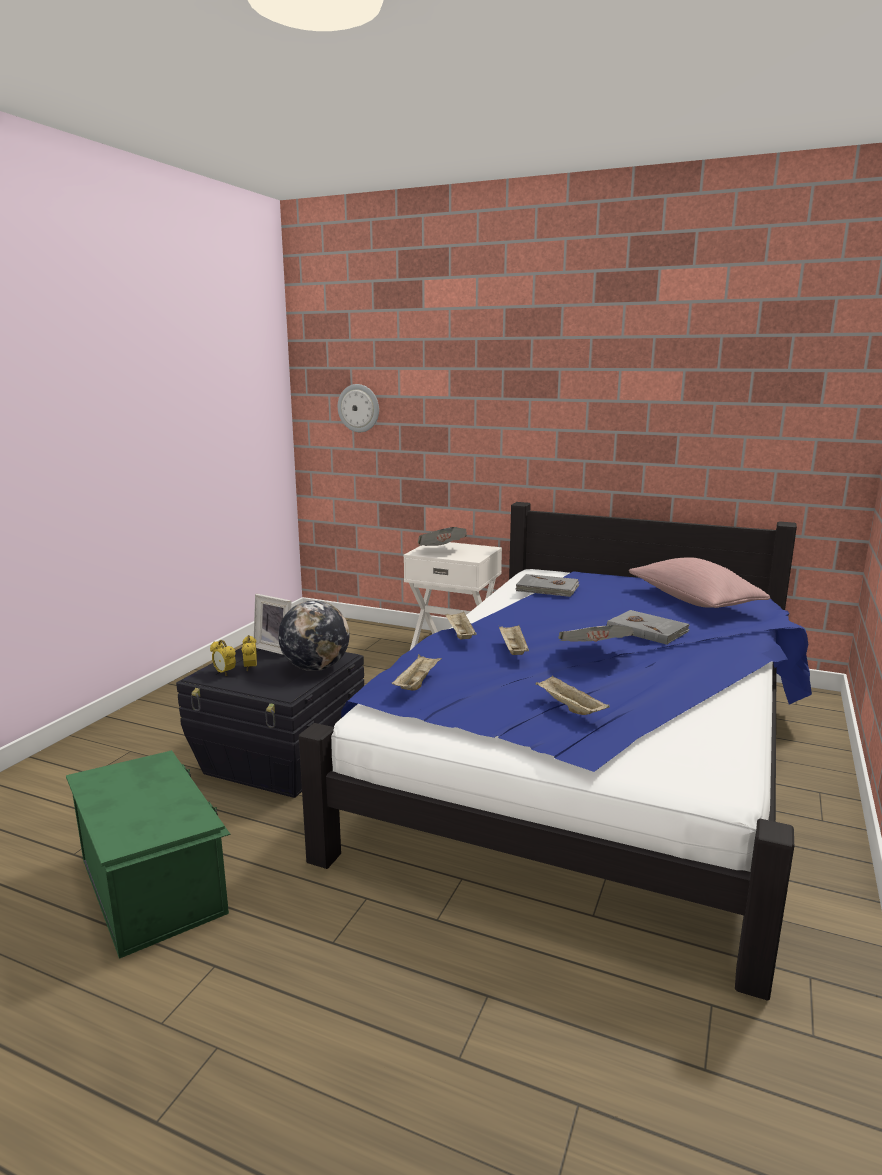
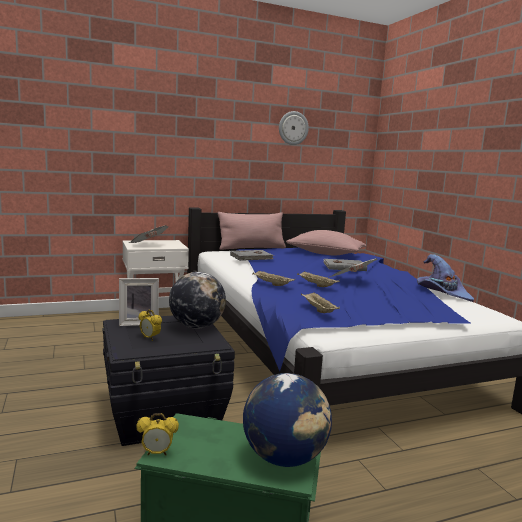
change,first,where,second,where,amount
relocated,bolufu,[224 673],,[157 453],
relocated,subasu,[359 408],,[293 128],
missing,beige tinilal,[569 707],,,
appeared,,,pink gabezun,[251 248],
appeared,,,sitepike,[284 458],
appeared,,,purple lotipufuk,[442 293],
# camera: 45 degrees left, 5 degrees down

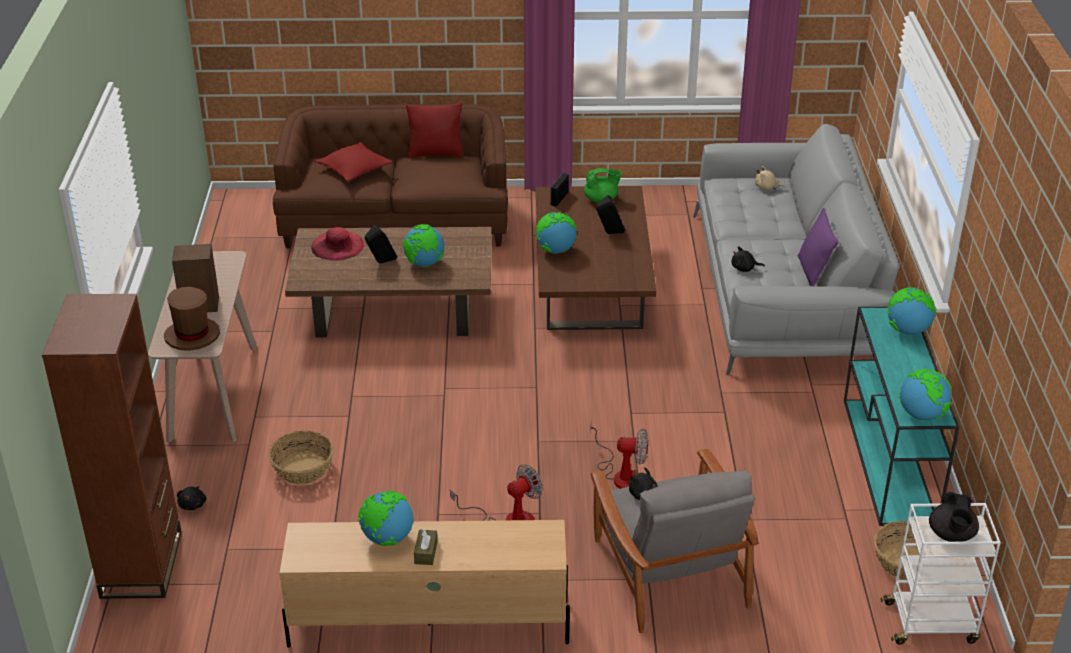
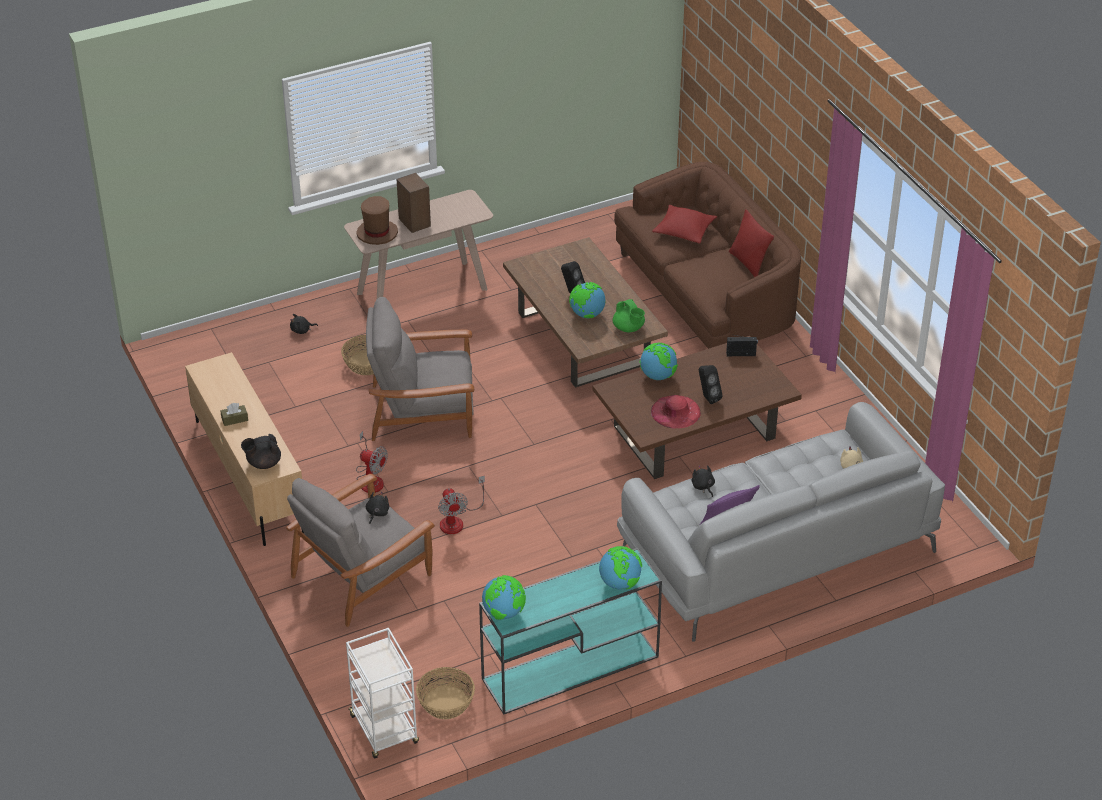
change,first,where,second,where,amount
missing,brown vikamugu,[141 564],,,
relocated,red lotipufuk,[337 245],,[675 412],
missing,sitepike,[387 539],,,
relocated,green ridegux,[601 199],,[628 328],
relocated,black ridegux,[951 535],,[263 463],
appeared,,,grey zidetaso,[423 411],
# camera: 65 degrees right, 5 degrees up

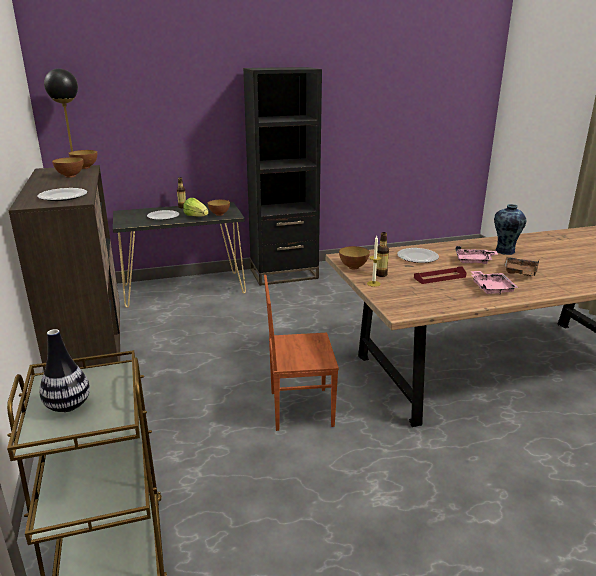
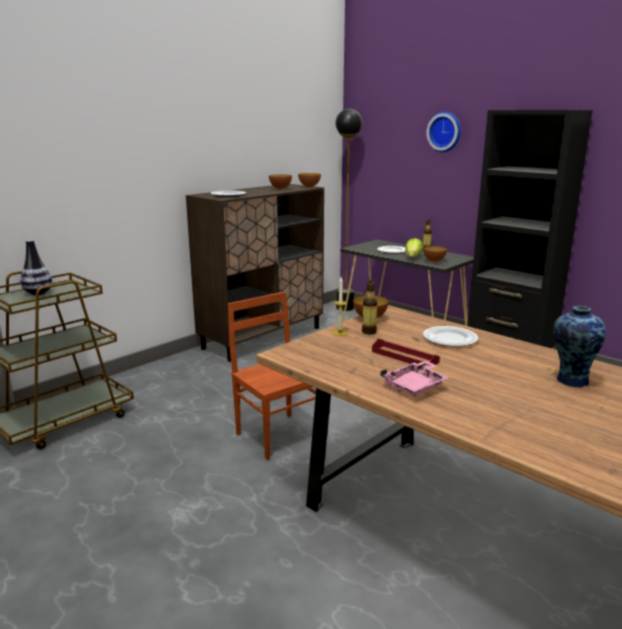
change,first,where,second,where,amount
missing,pink tinilal,[474 261],,,
missing,brown tinilal,[520 272],,,
appeared,,,subasu,[445 132],
# camera: 60 degrees right, 5 degrees down

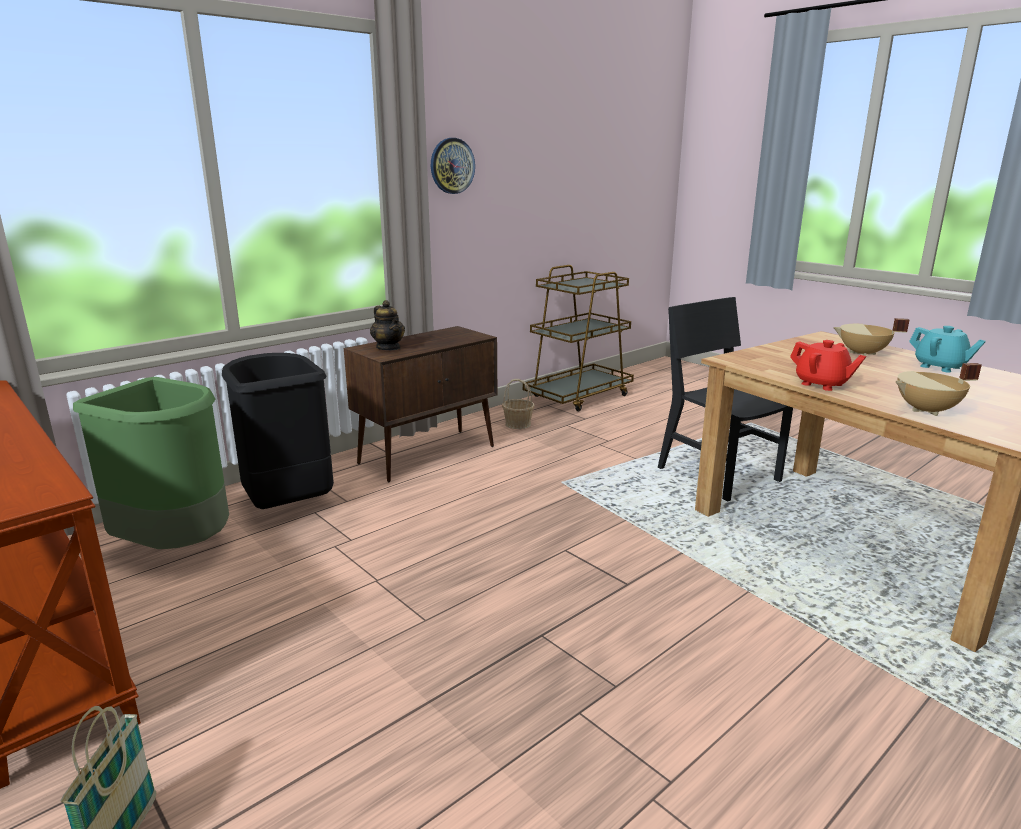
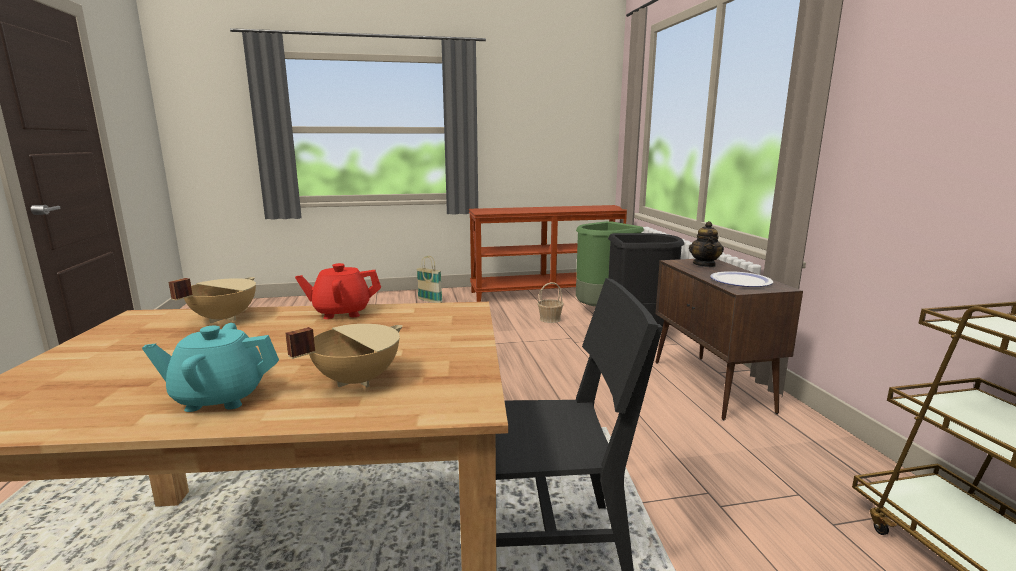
change,first,where,second,where,amount
spun,ridegux,[388 348],,[704 265],75 degrees counterclockwise
missing,subasu,[452 166],,,
relocated,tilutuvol,[518 424],,[550 319],
appeared,,,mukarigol,[740 281],
# camera: 120 degrees right, 5 degrees down

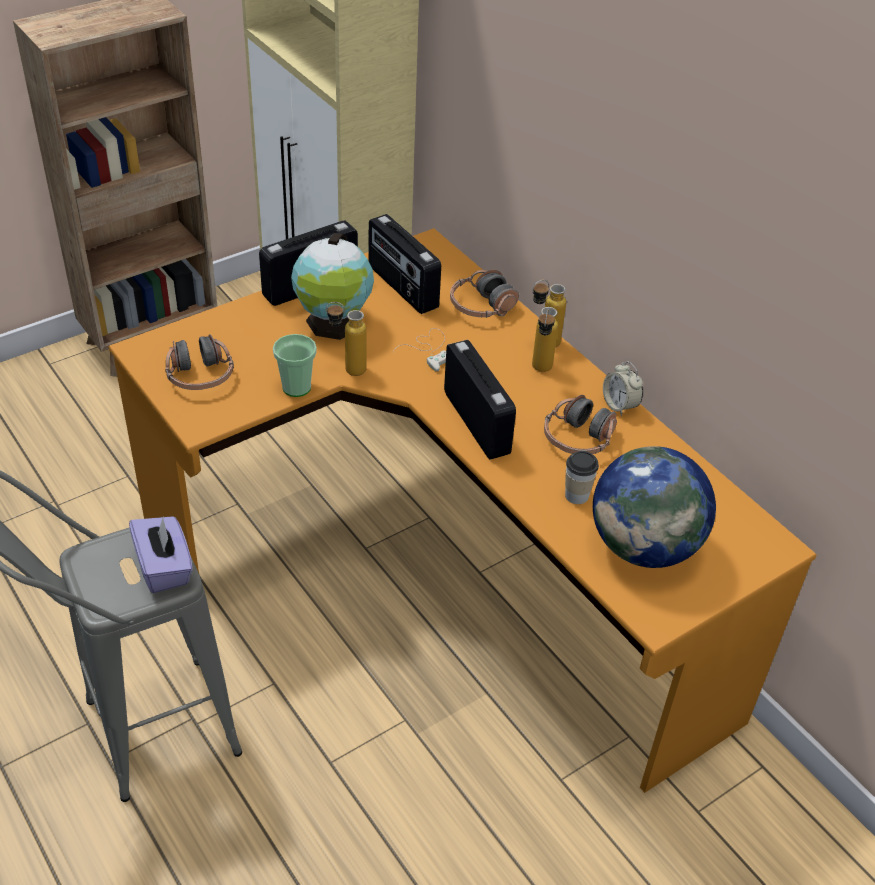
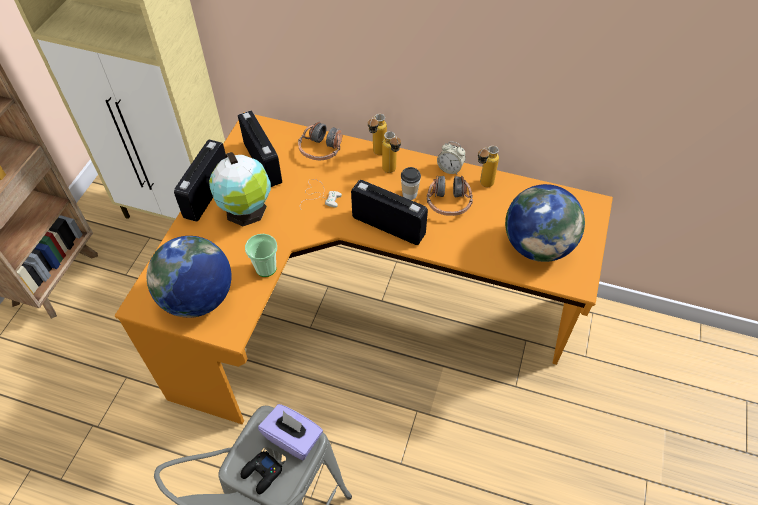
change,first,where,second,where,amount
exchanged,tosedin,[200 376],sitepike,[198 298],
relocated,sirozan,[347 370],,[482 185],
spun,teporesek,[402 287],,[263 163],135 degrees counterclockwise
relocated,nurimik,[576 495],,[409 194],
appeared,,,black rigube,[262 474],
# camera: 35 degrees left, 10 degrees up

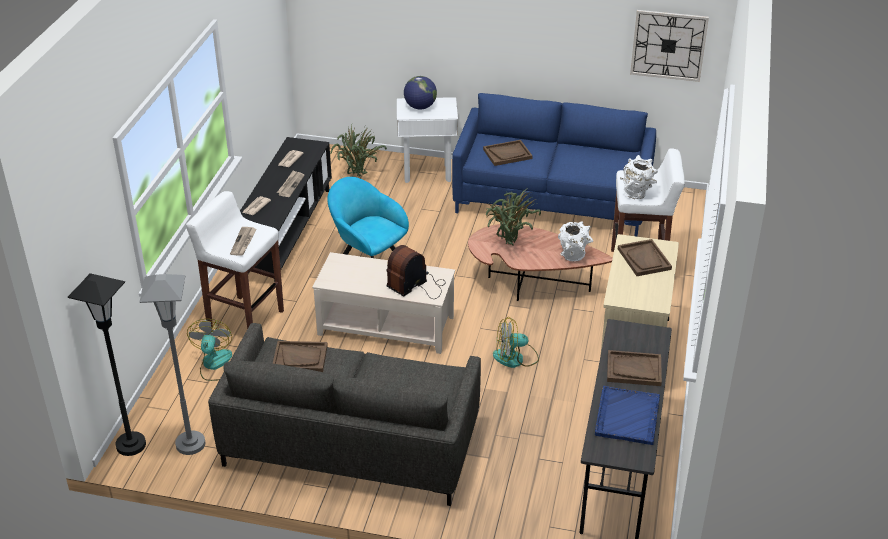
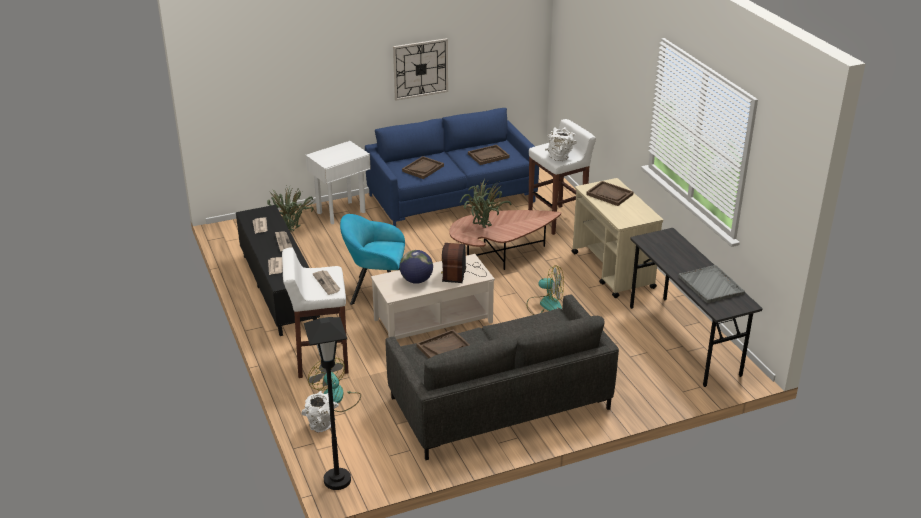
change,first,where,second,where,amount
missing,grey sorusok,[190 444],,,
relocated,sitepike,[420 107],,[416 280],
spun,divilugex,[515 358],,[545 304],120 degrees counterclockwise
relocated,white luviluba,[573 257],,[322 427],
colour,blue tinilal,[627 417],grey tinilal,[711 285],
relocated,brown tinilal,[633 369],,[488 156],
relocated,subasu,[668 45],,[420 69],
# camera: 35 degrees left, 5 degrees down

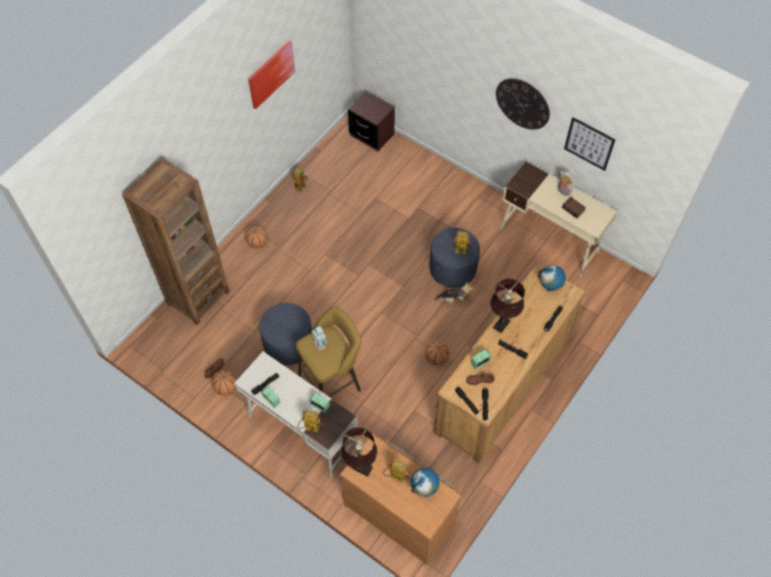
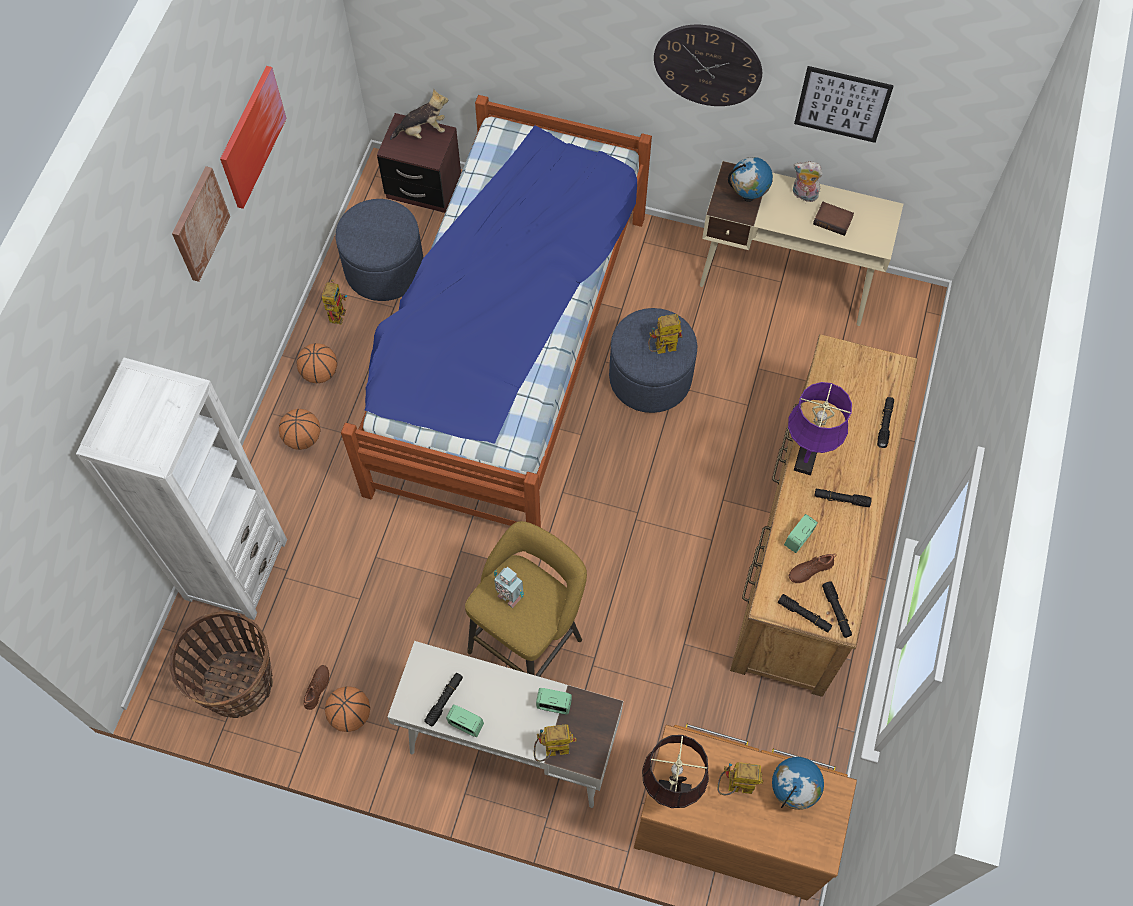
change,first,where,second,where,amount
colour,brown vikamugu,[198 297],white vikamugu,[235 569],
relocated,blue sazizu,[288 343],,[384 268],
relocated,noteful,[436 358],,[320 373],
relocated,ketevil,[454 300],,[422 131],
colour,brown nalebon,[502 323],purple nalebon,[806 457],
relocated,sitepike,[549 287],,[748 196],
appeared,,,tilutuvol,[238 683],
appeared,,,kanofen,[198 224],
appeared,,,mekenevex,[507 350],
# camera: 20 degrees left, 5 degrees up

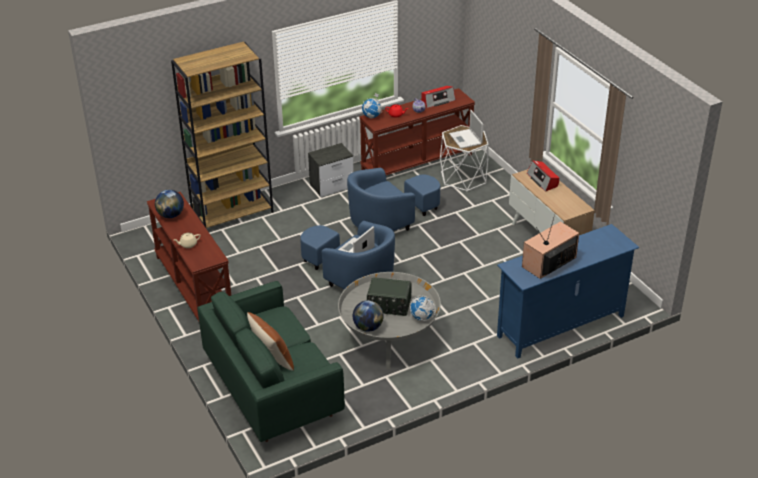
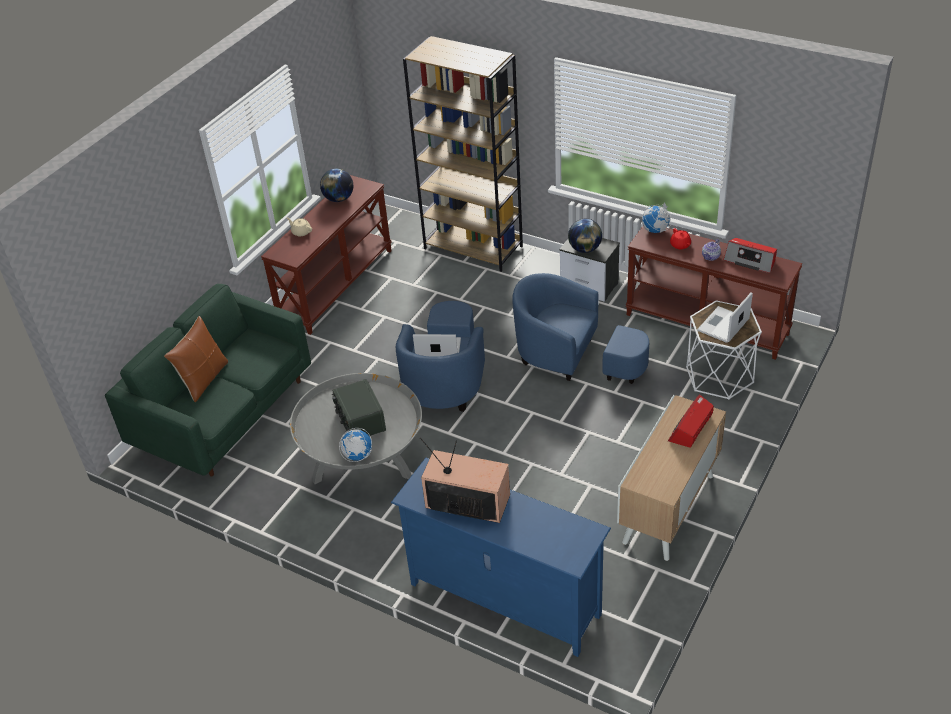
change,first,where,second,where,amount
relocated,sitepike,[368 327],,[585 249],
# camera: 60 degrees right, 5 degrees up

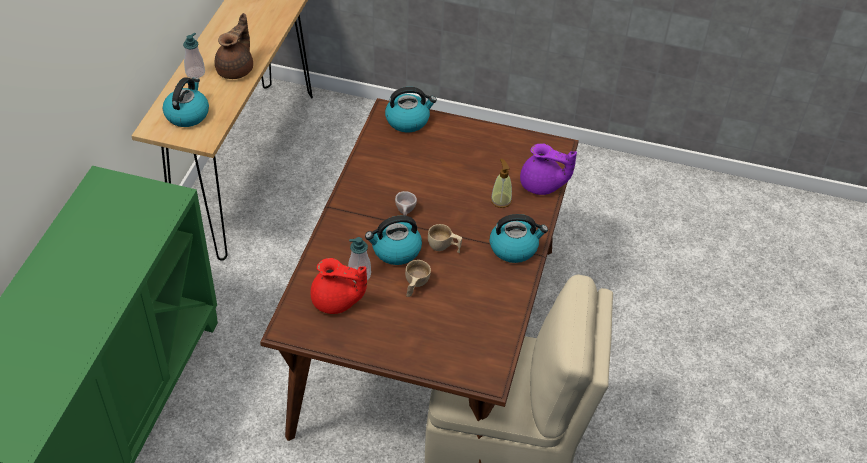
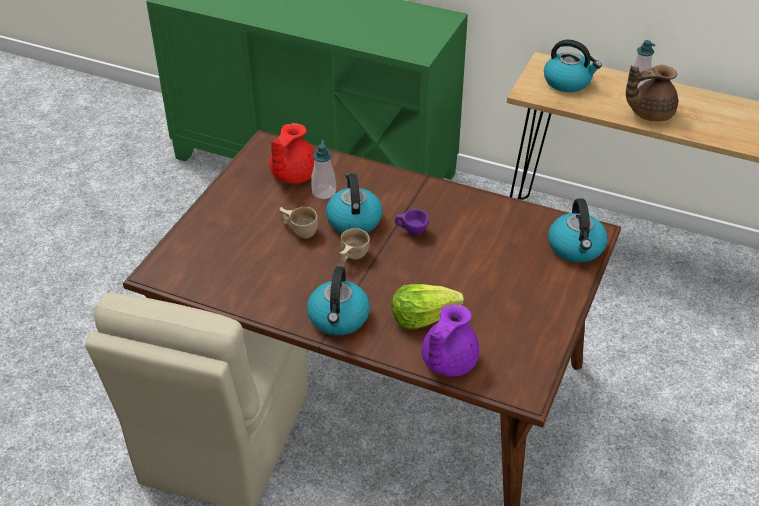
change,first,where,second,where,amount
spun,brown ridegux,[236 69],,[649 113],135 degrees clockwise
colour,beige nurimik,[405 213],purple nurimik,[411 232],
exchanged,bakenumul,[501 200],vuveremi,[423 317],
# camera: 100 degrees right, 5 degrees down

